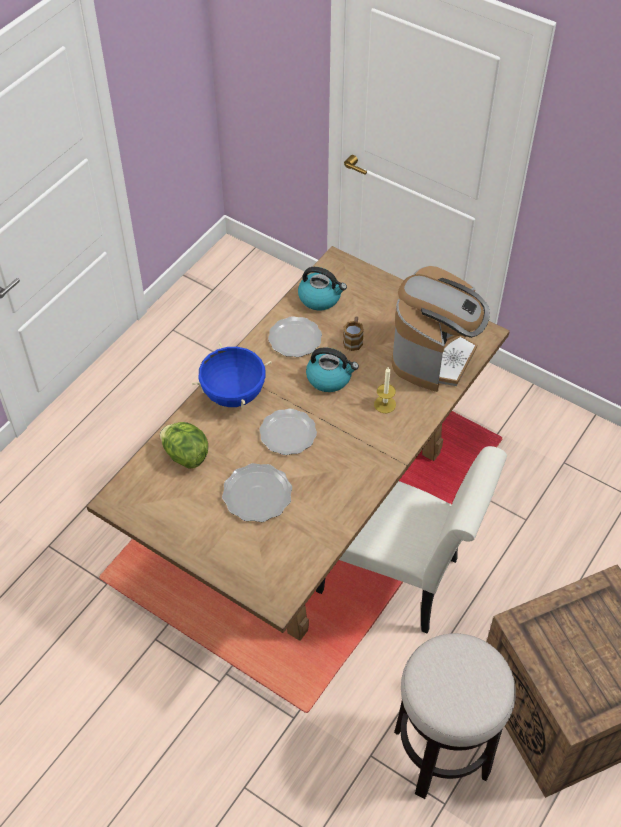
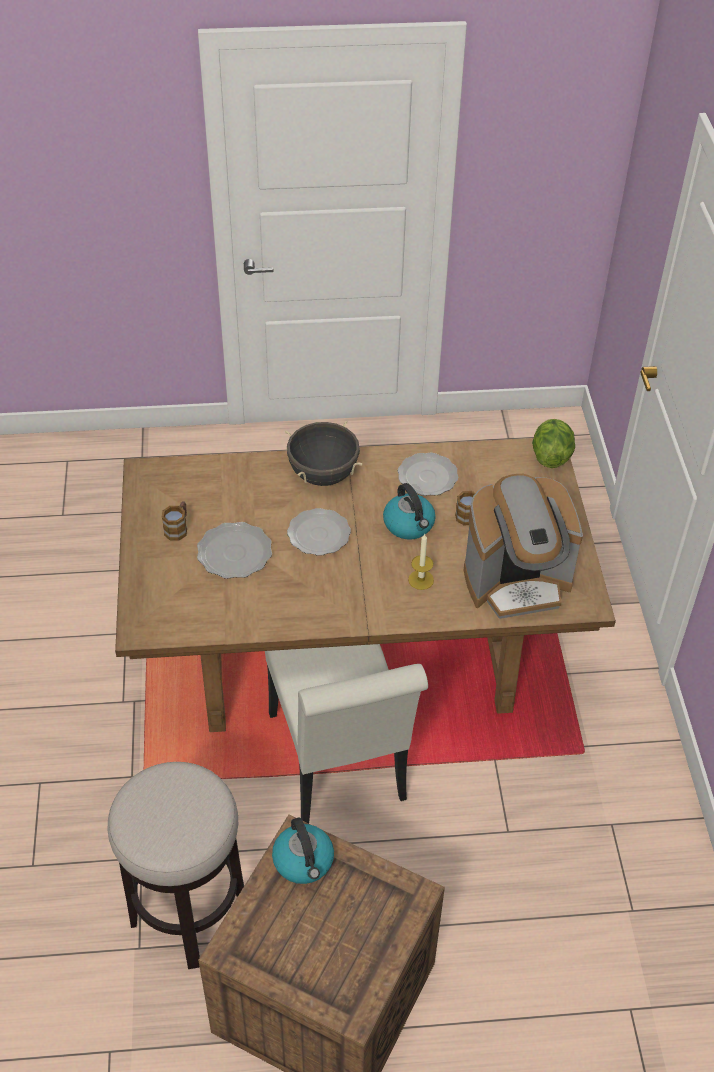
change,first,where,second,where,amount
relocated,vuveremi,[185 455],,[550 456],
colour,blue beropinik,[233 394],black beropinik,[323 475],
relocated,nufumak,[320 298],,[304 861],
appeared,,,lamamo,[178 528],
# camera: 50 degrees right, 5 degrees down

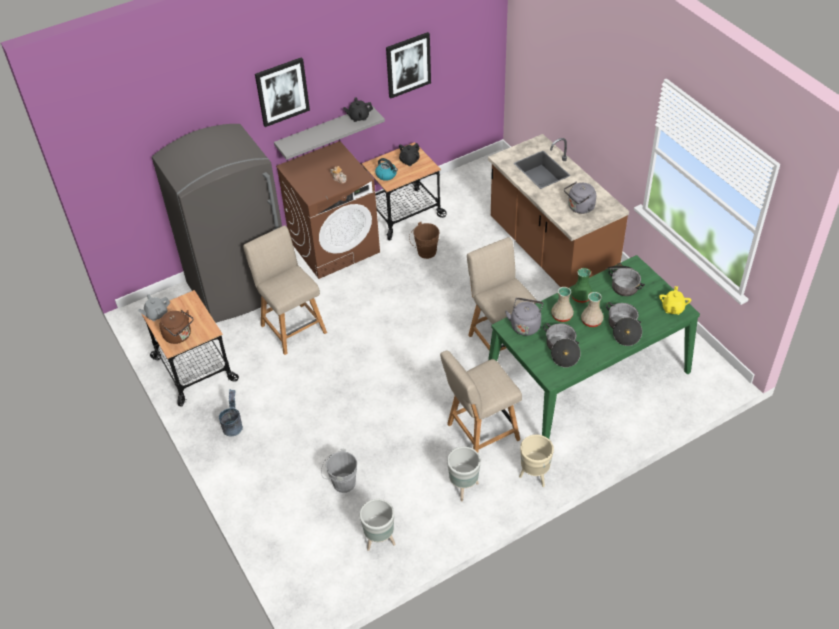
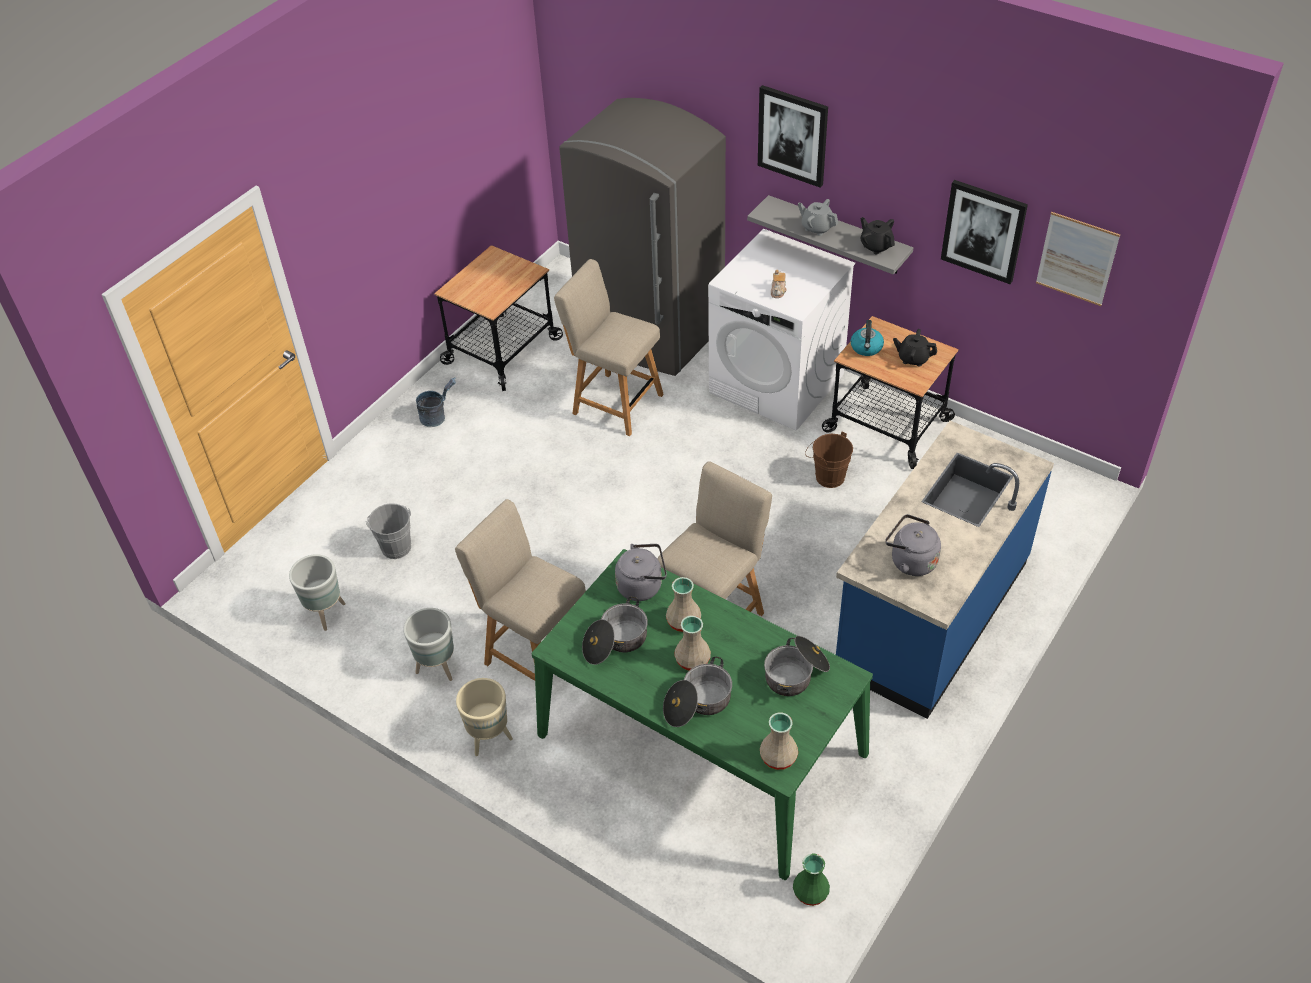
change,first,where,second,where,amount
relocated,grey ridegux,[156 314],,[817 228],
missing,brown nufumak,[179 336],,,
spun,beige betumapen,[292 327],,[614 402],90 degrees counterclockwise
colour,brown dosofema,[334 246],white dosofema,[777 384],
colour,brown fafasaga,[550 251],blue fafasaga,[930 615],
relocated,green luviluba,[580 297],,[810 891],
exchanged,yellow ridegux,[672 308],beige luviluba,[778 756],
appeared,,,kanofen,[1077 259],
# camera: 65 degrees right, 0 degrees up

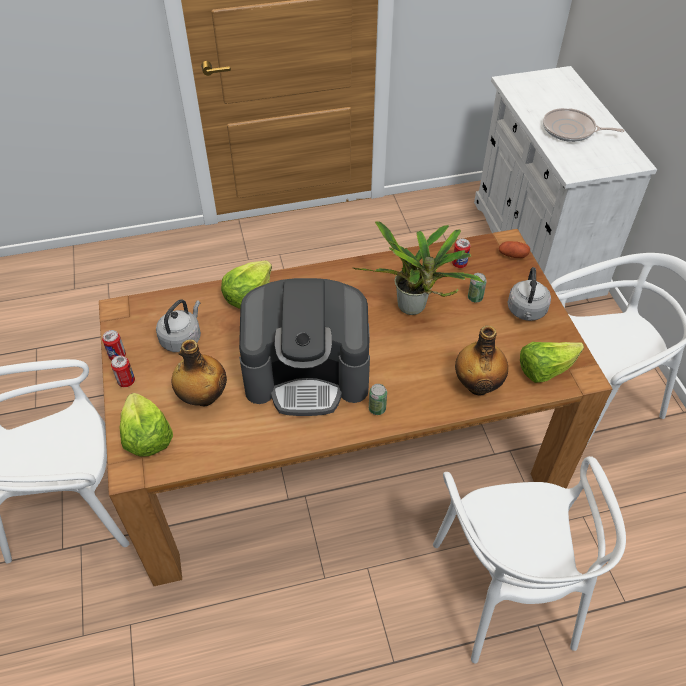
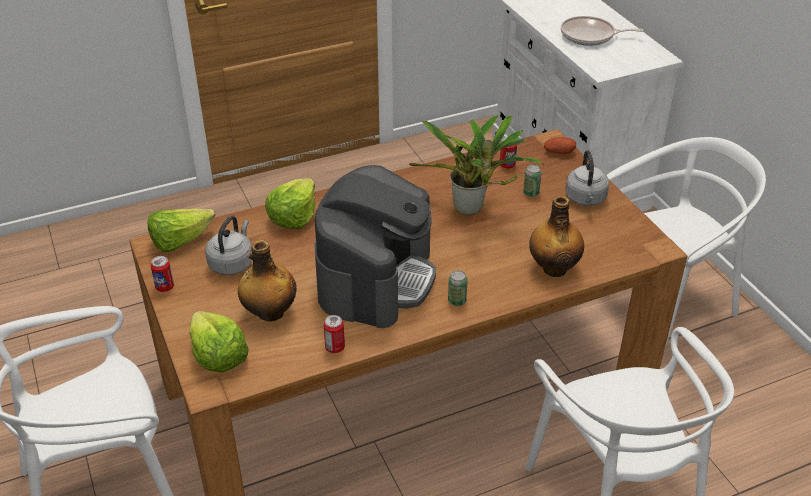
change,first,where,second,where,amount
relocated,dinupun,[126 381],,[335 347],
spun,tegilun,[308 372],,[376 278],60 degrees counterclockwise
relocated,vuveremi,[545 369],,[180 241],
# camera: 10 degrees left, 10 degrees down

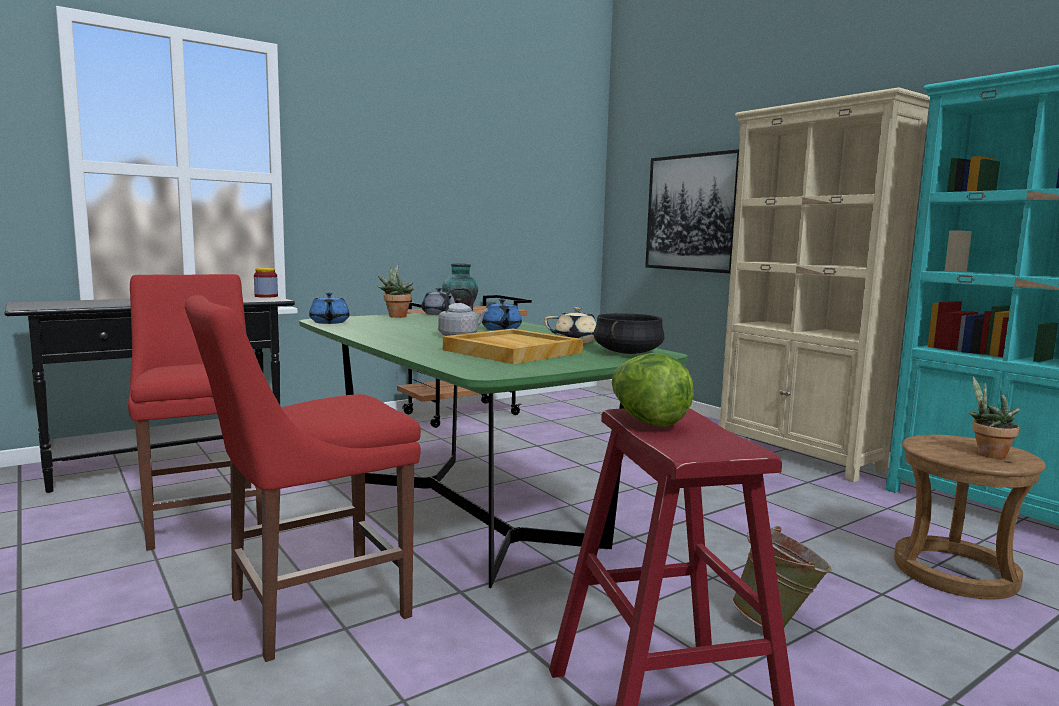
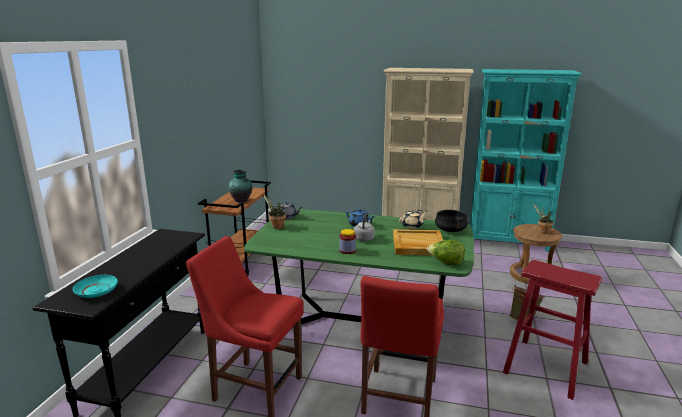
change,first,where,second,where,amount
relocated,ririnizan,[266 296],,[347 250],
missing,blue ridegux,[329 322],,,
relocated,vuveremi,[646 421],,[446 263],
missing,kanofen,[692 213],,,
appeared,,,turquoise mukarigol,[97 291],
# camera: 40 degrees left, 10 degrees up

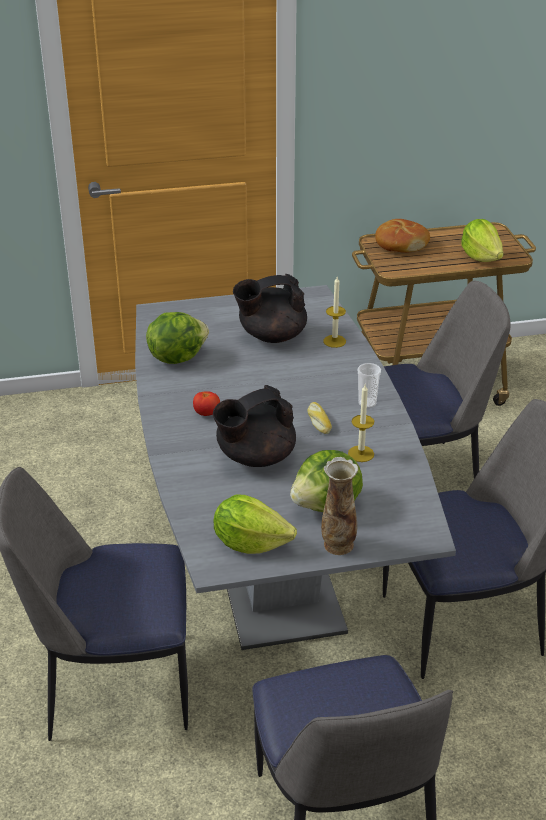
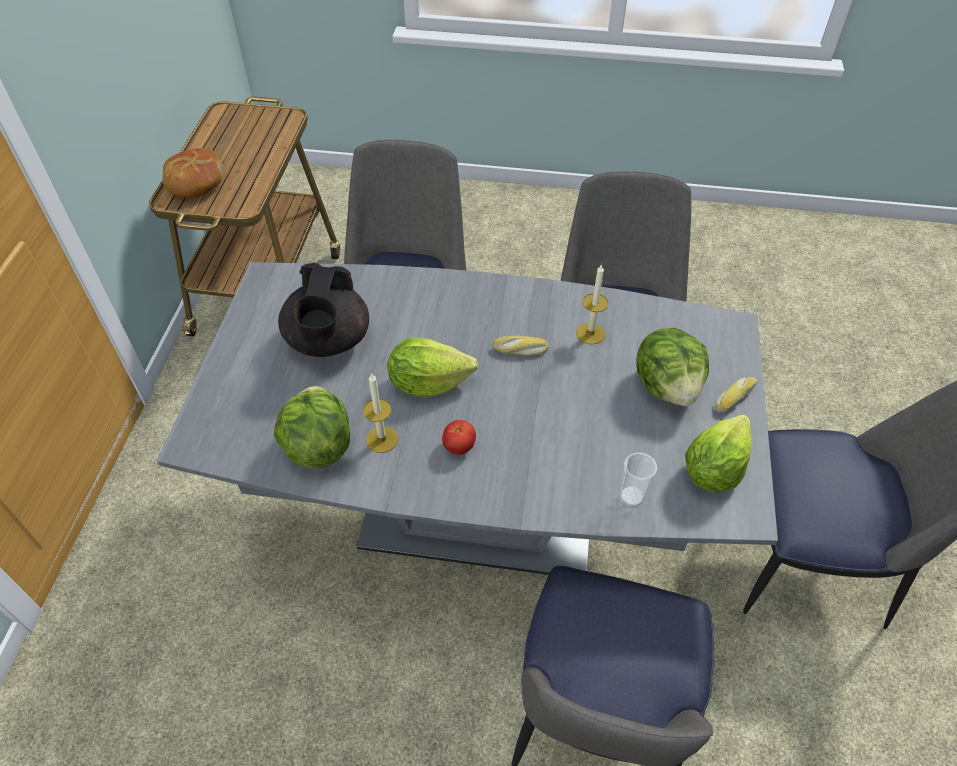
change,first,where,second,where,amount
missing,black ridegux,[254 457],,,
exchanged,luviluba,[338 545],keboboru,[733 397],
relocated,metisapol,[334 341],,[382 439],
relocated,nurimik,[367 403],,[632 496],
relocated,vuveremi,[481 257],,[428 383],
# camera: 70 degrees left, 15 degrees up

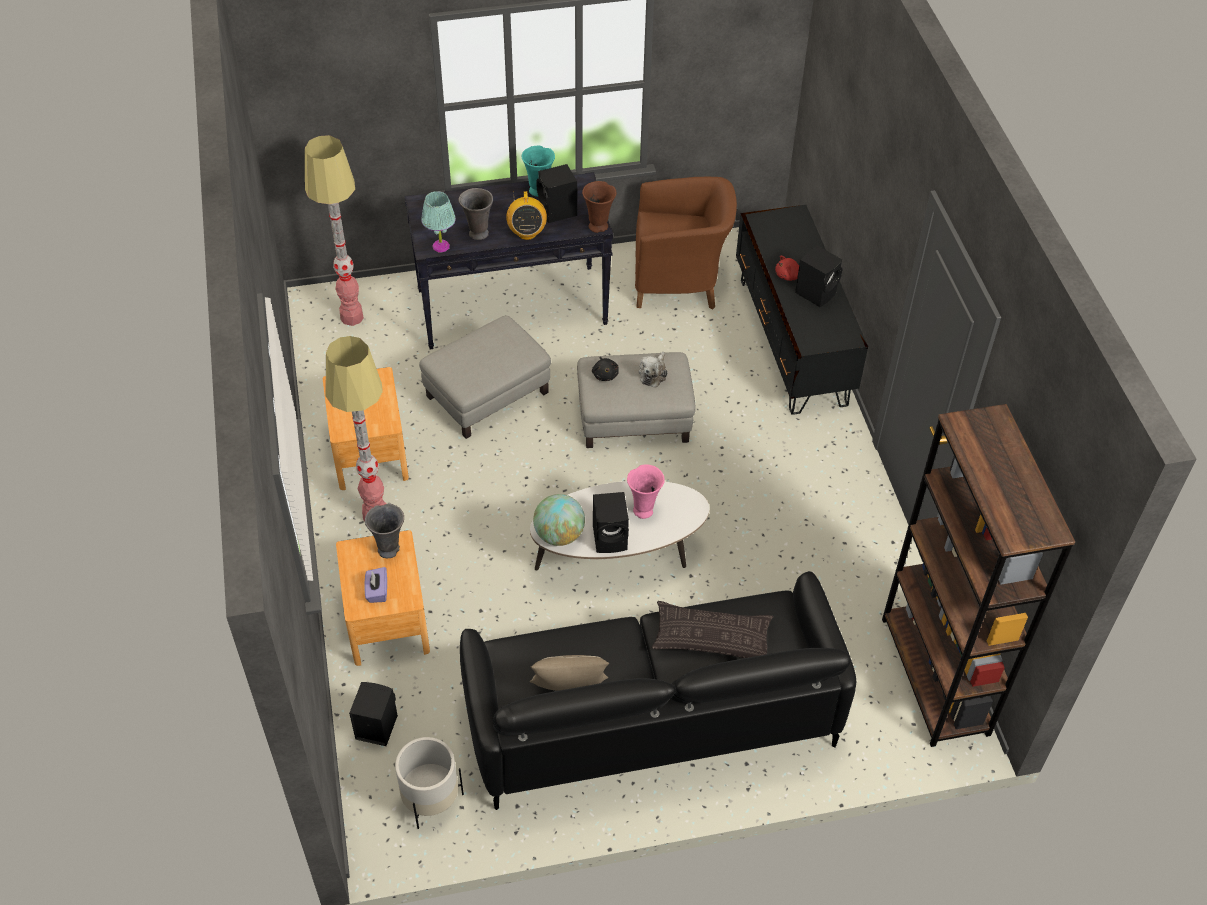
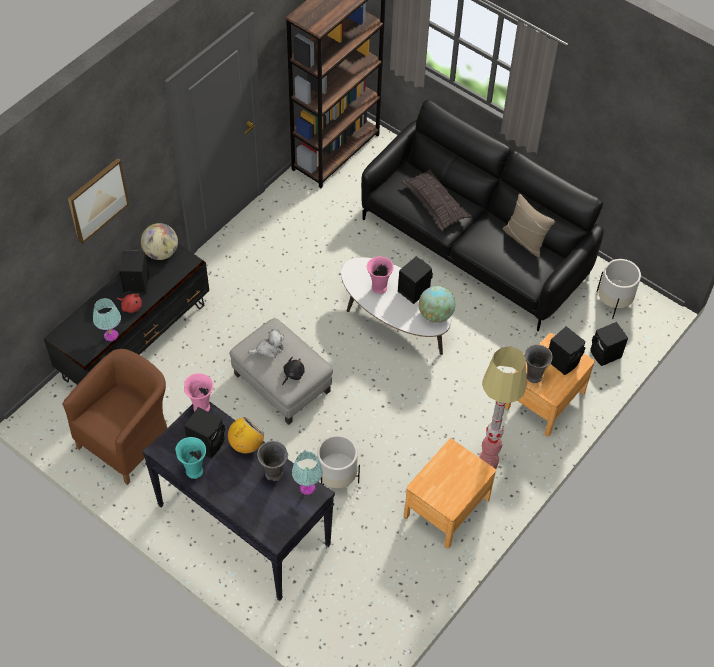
change,first,where,second,where,amount
missing,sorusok,[352 317],,,
exchanged,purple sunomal,[377 591],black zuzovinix,[563 360],
exchanged,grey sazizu,[487 394],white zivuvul,[337 478],
colour,brown luviluba,[599 227],pink luviluba,[201 407],
spun,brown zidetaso,[680 282],,[128 439],75 degrees clockwise
appeared,,,kanofen,[97 200],
appeared,,,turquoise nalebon,[110 335],
appeared,,,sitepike,[161 253],
# camera: 130 degrees left, 5 degrees up

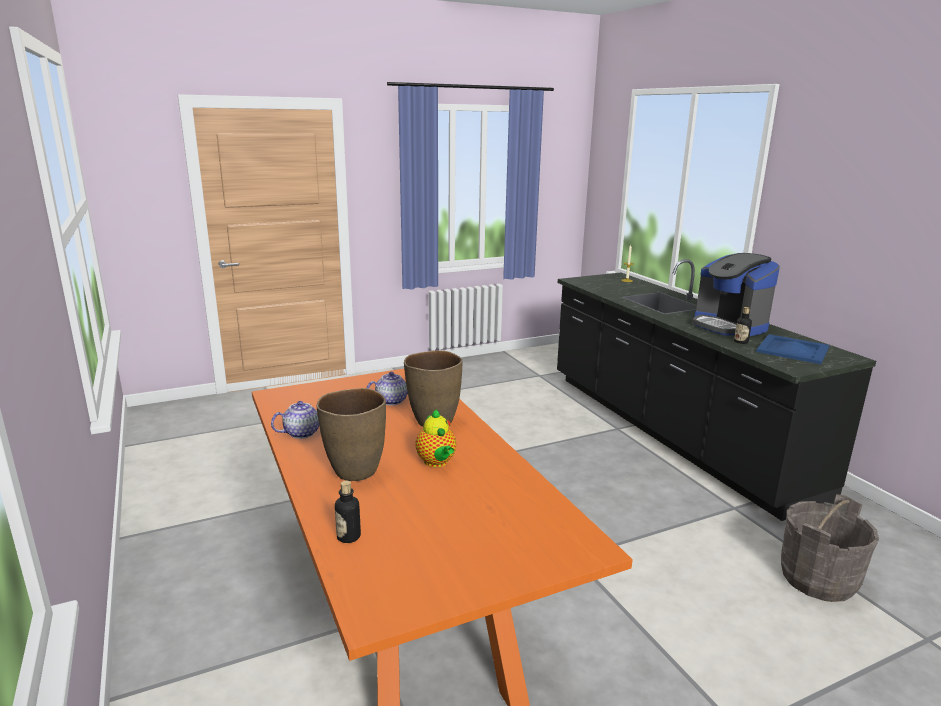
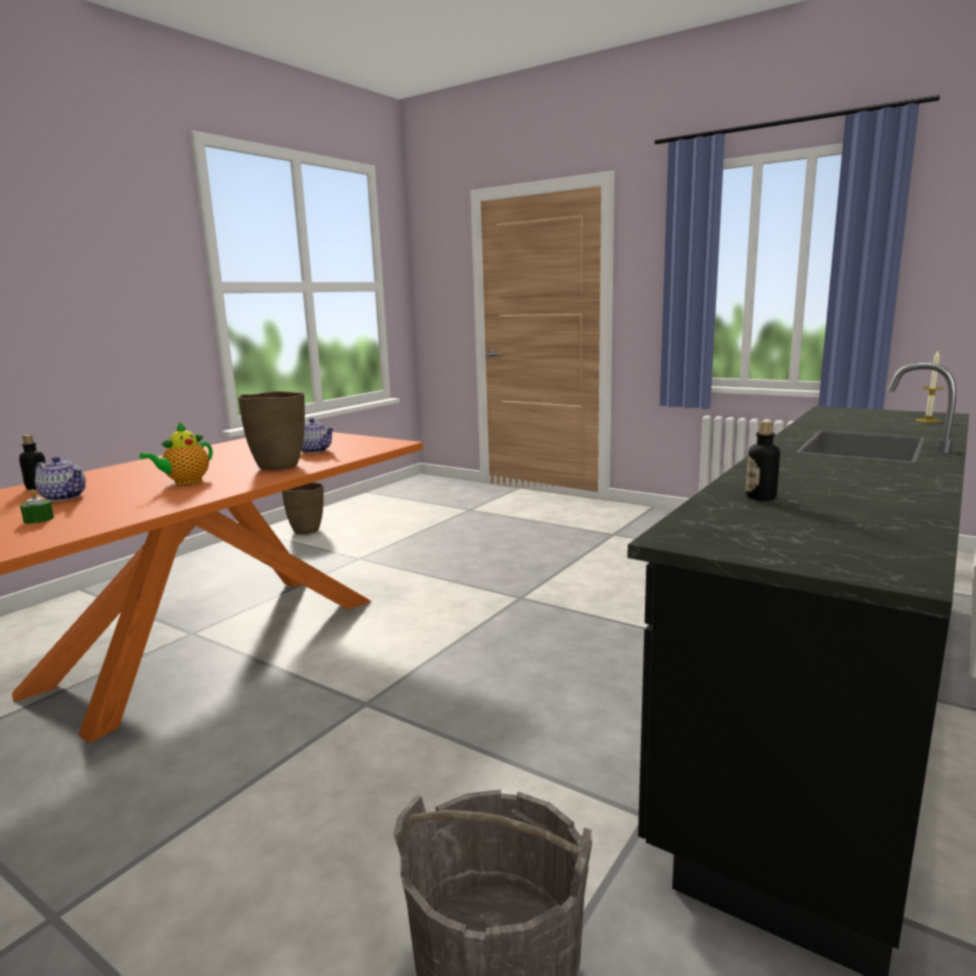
change,first,where,second,where,amount
relocated,ridegux,[302 433],,[64 497],
relocated,brown luviluba,[354 471],,[306 530],
missing,tegilun,[729 326],,,
missing,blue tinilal,[793 349],,,
appeared,,,green metisapol,[39 519],
# camera: 60 degrees right, 5 degrees down

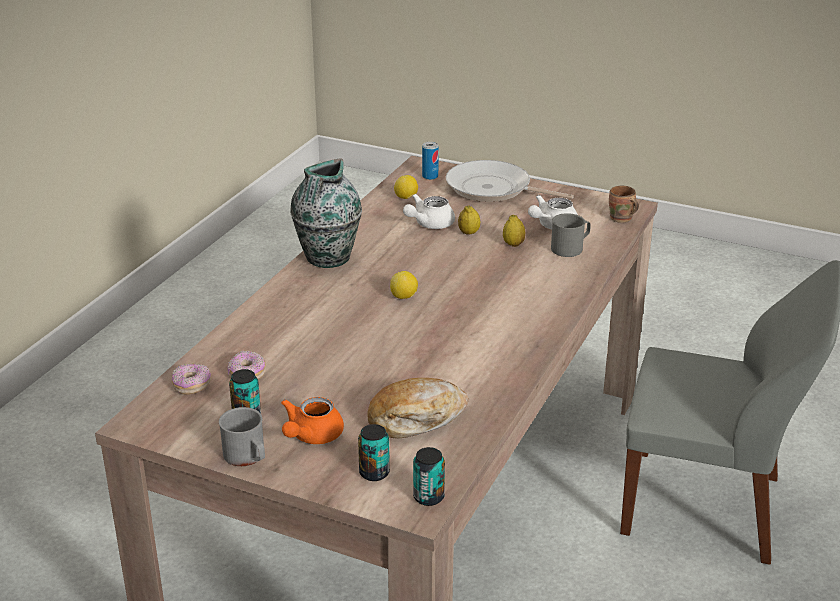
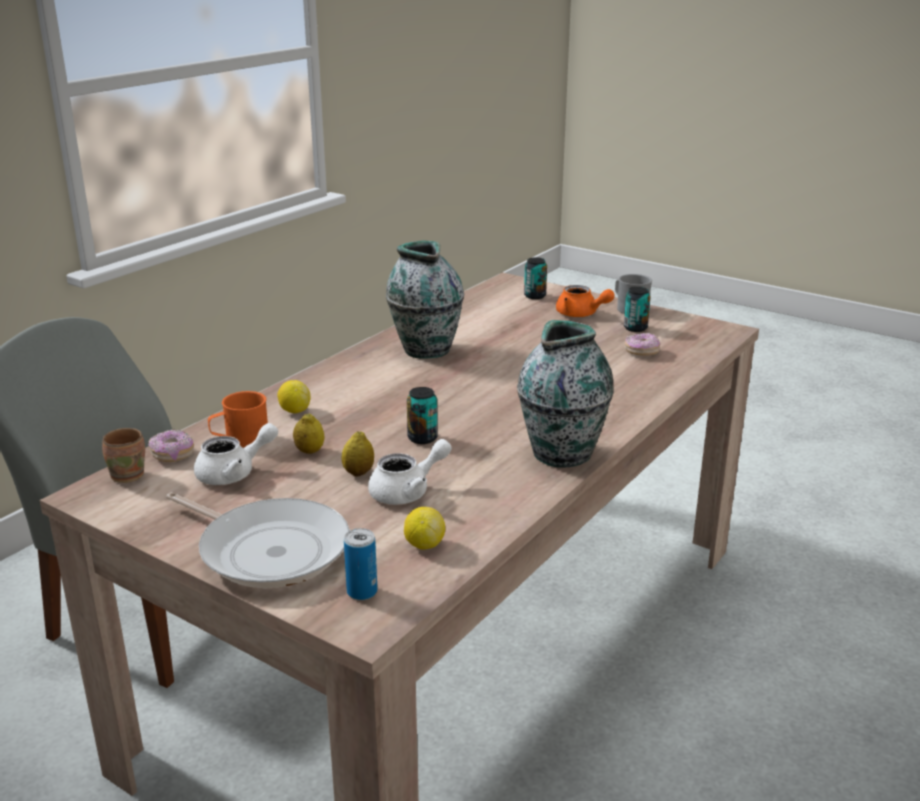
change,first,where,second,where,amount
relocated,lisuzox,[192 386],,[173 455],
spun,orange ridegux,[311 436],,[581 314],90 degrees clockwise
missing,keboboru,[416 418],,,
relocated,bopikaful,[404 297],,[295 411],
relocated,dinupun,[428 497],,[422 438],
colour,grey lamamo,[571 248],orange lamamo,[240 440],
appeared,,,luviluba,[426 349],
# camera: 170 degrees left, 5 degrees down

